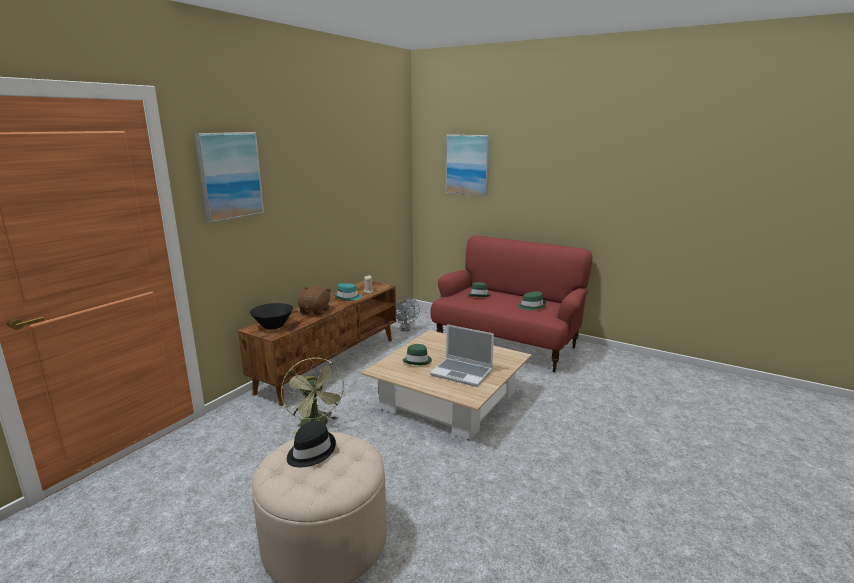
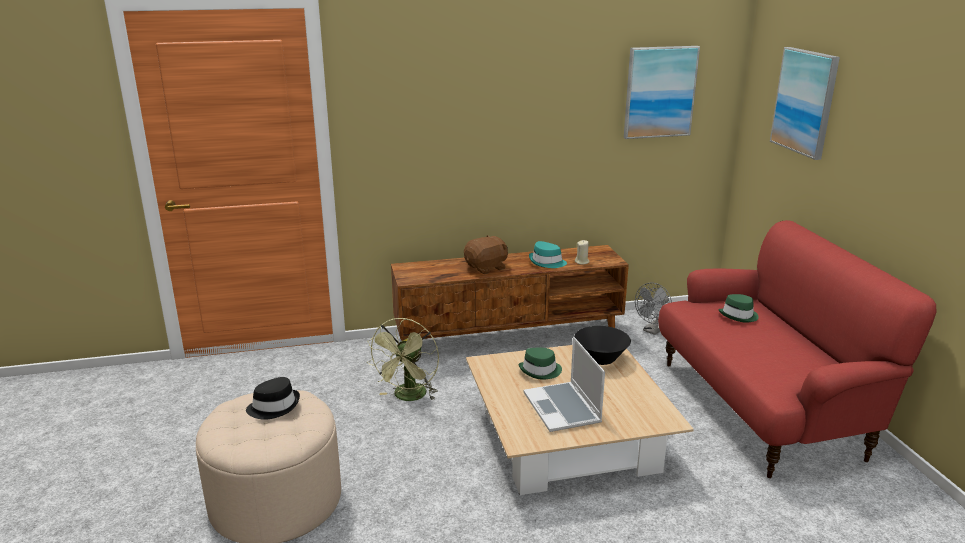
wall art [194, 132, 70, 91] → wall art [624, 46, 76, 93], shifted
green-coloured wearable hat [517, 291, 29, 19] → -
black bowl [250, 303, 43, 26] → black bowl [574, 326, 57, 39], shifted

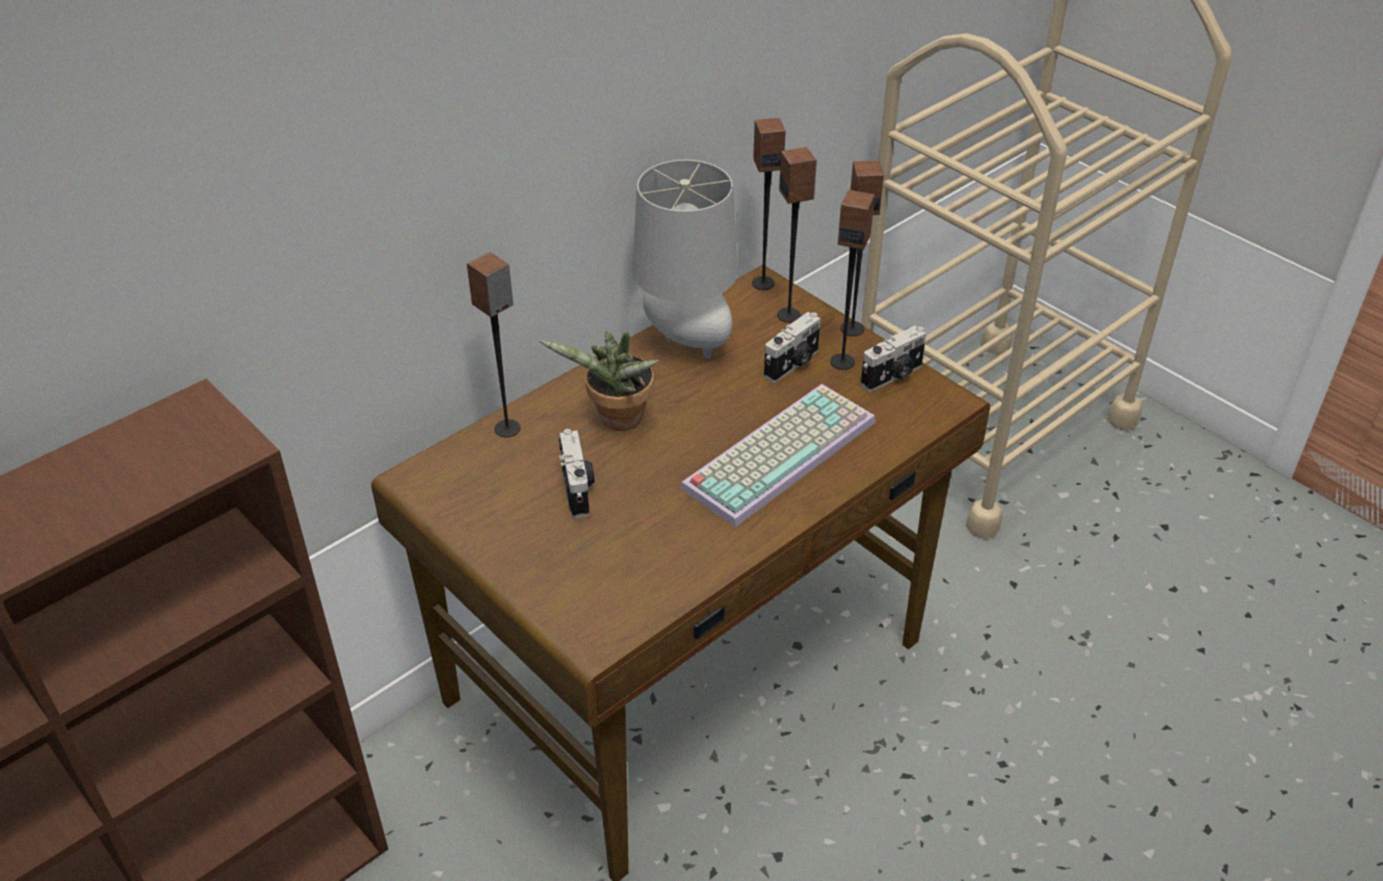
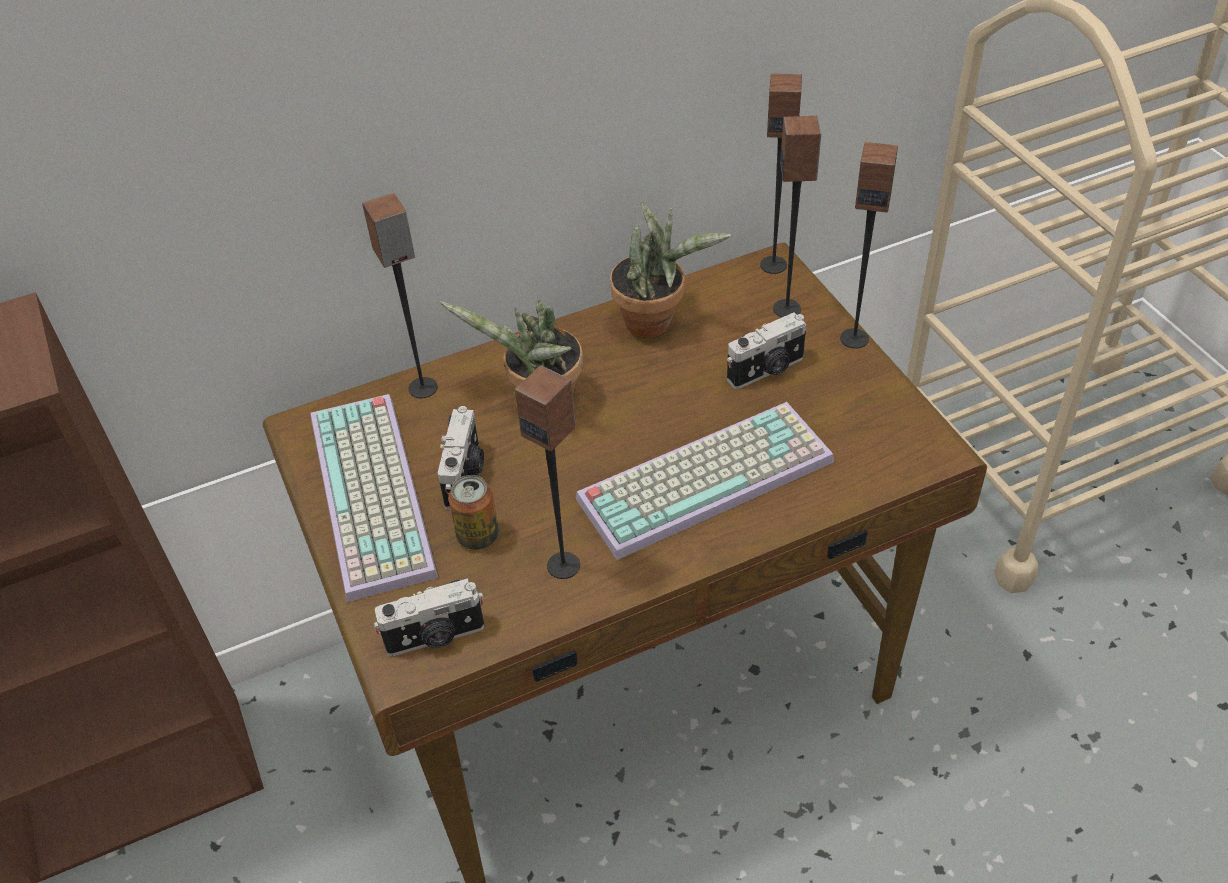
gray table lamp [632, 160, 106, 199] → plant in a pot [610, 201, 121, 137]
speaker [830, 190, 45, 180] → speaker [515, 365, 65, 214], shifted
photo camera [861, 326, 65, 66] → photo camera [374, 578, 111, 78], shifted
- → keyboard [311, 394, 127, 208]
- → can [448, 475, 51, 75]

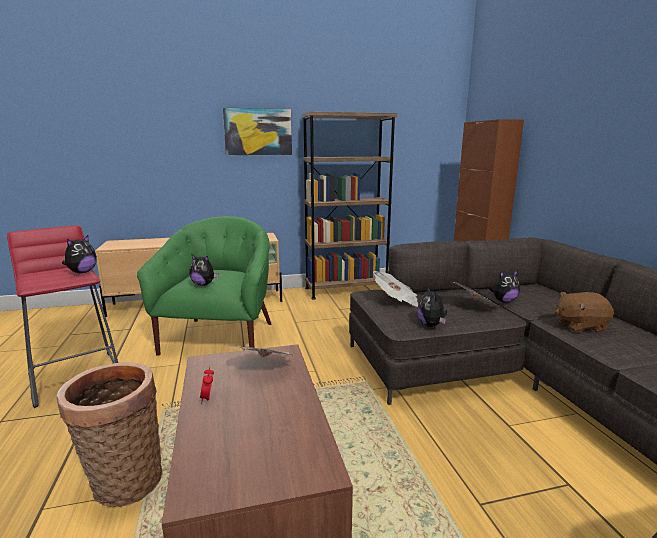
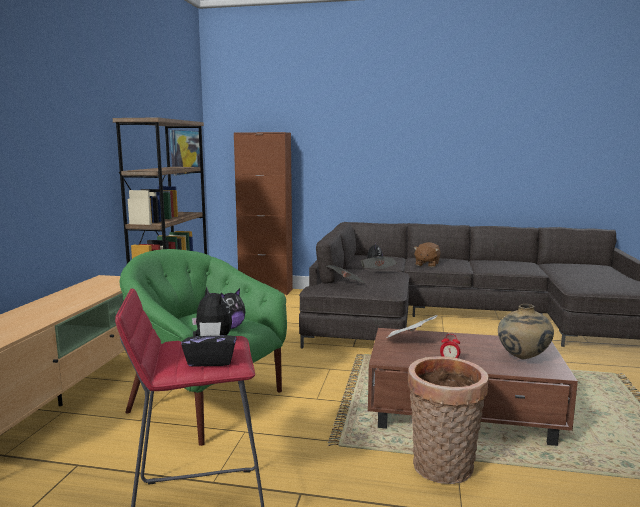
wall art [223, 108, 69, 47] → wall art [170, 130, 30, 46], shifted
cuddly toy [417, 286, 30, 41] → -
- → beige-coloured decorative vase [498, 304, 56, 55]
- → black tissue holder [181, 322, 56, 45]

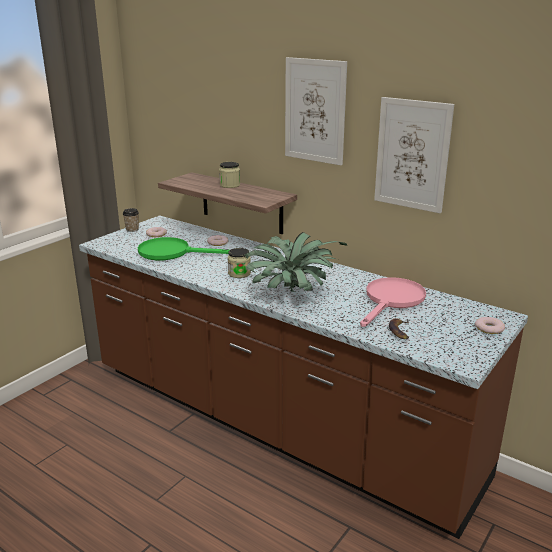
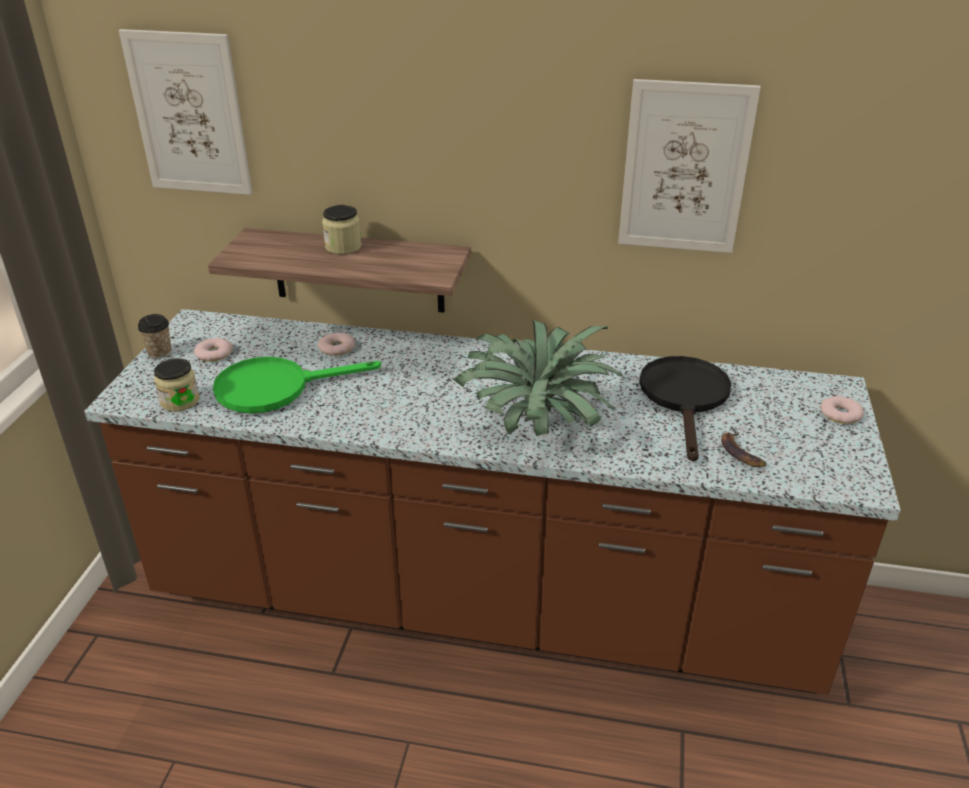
wall art [285, 57, 62, 108] → wall art [119, 29, 133, 166], shifted
preserve jar [228, 248, 23, 30] → preserve jar [154, 358, 46, 54], shifted
pinkish pan [360, 277, 66, 50] → black pan [639, 356, 92, 106]

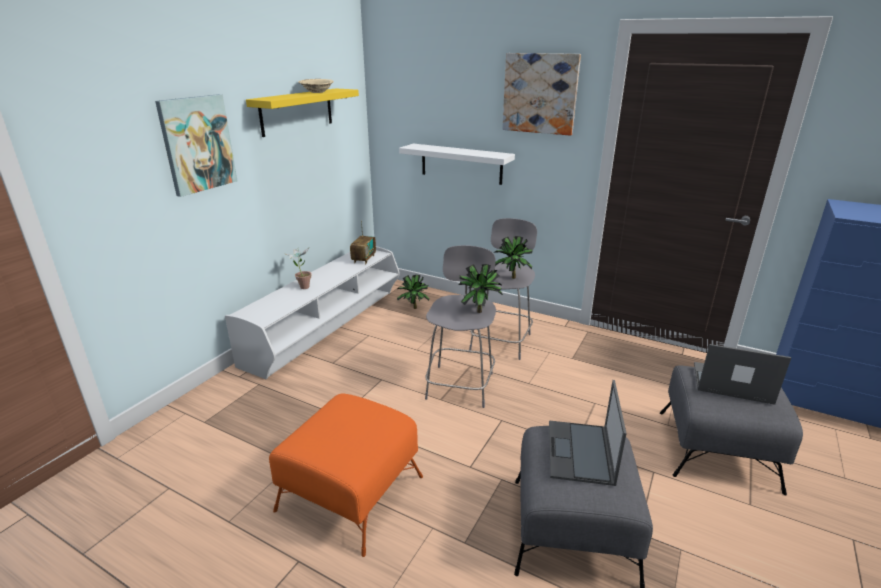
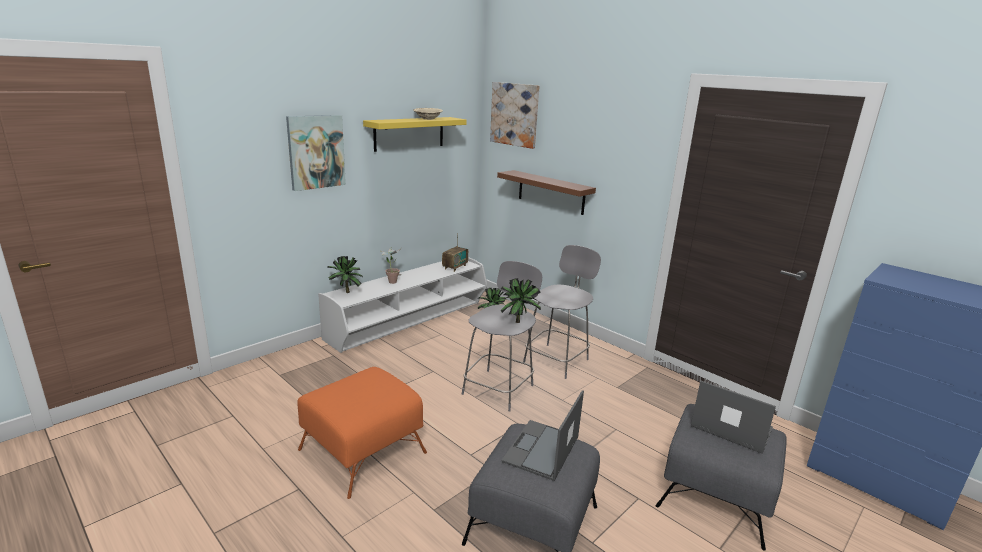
wall art [502, 53, 79, 83] → wall art [490, 82, 50, 67], shifted
white-coloured shelf [399, 144, 116, 41] → brownish shelf [497, 170, 99, 45]
plant in a pot [494, 236, 40, 43] → plant in a pot [327, 256, 36, 37], shifted

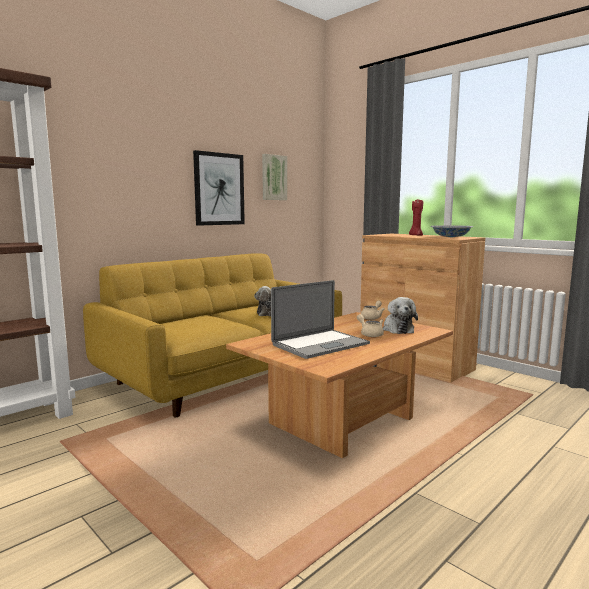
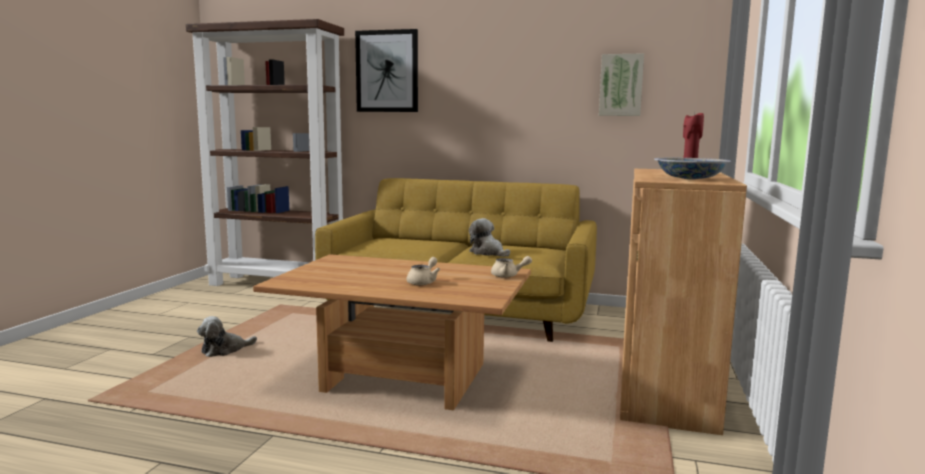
wall art [193, 150, 52, 76] → wall art [355, 29, 63, 83], shifted
portable computer [271, 280, 99, 79] → -
cuddly toy [383, 297, 35, 37] → cuddly toy [197, 316, 60, 41], shifted

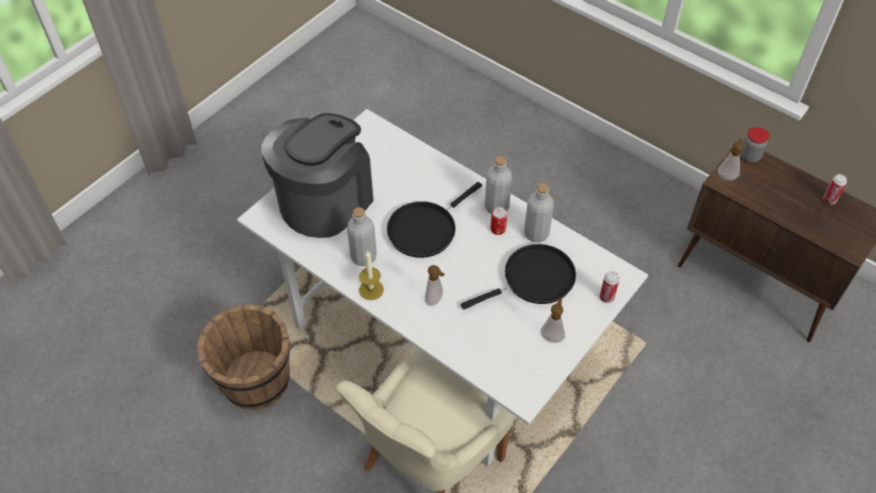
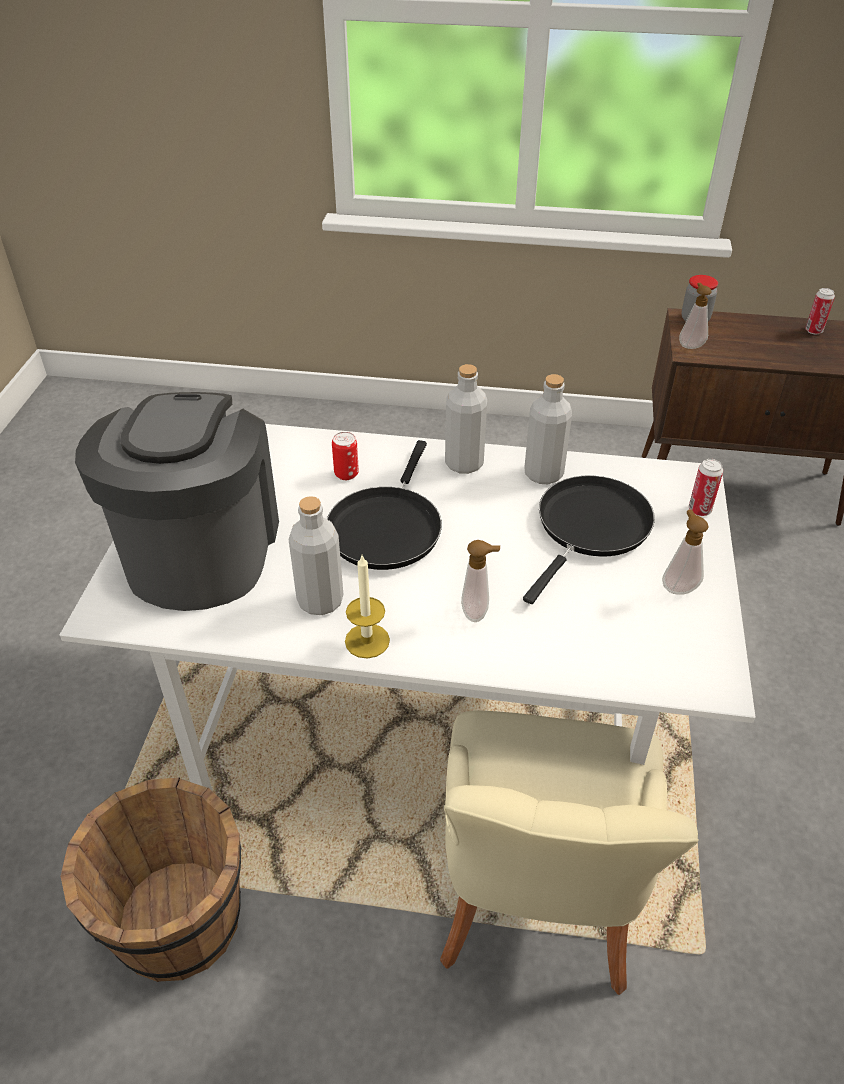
can [491, 207, 16, 28] → can [332, 432, 27, 48], shifted

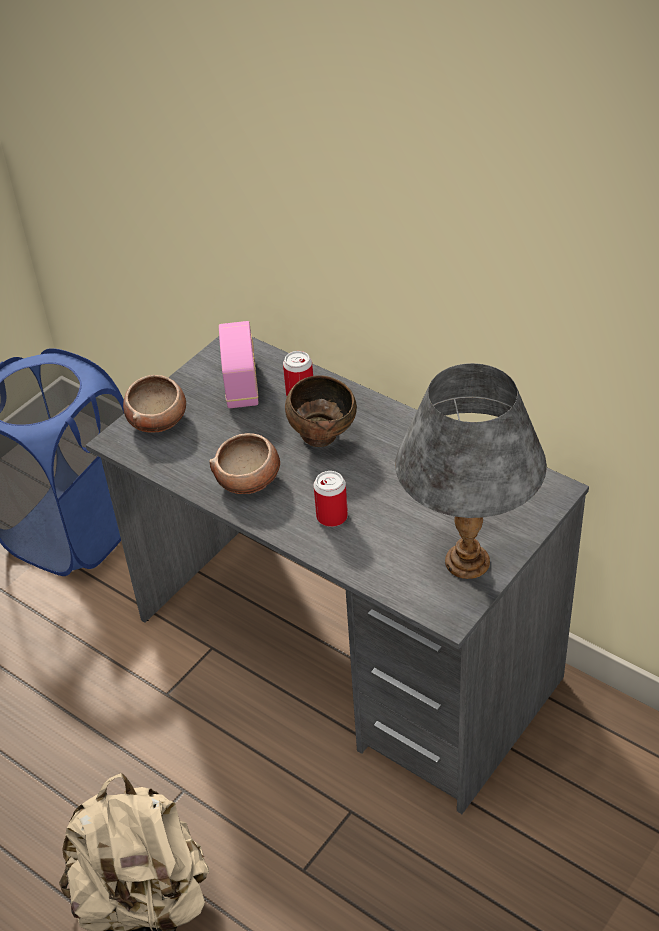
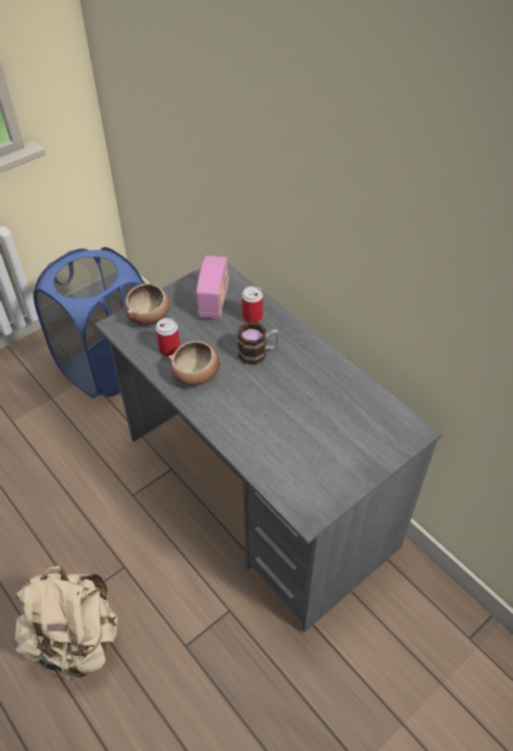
gray table lamp [395, 363, 152, 216] → -
brownish bowl [285, 375, 72, 72] → mug [238, 322, 41, 43]
can [314, 471, 34, 56] → can [156, 318, 24, 38], shifted

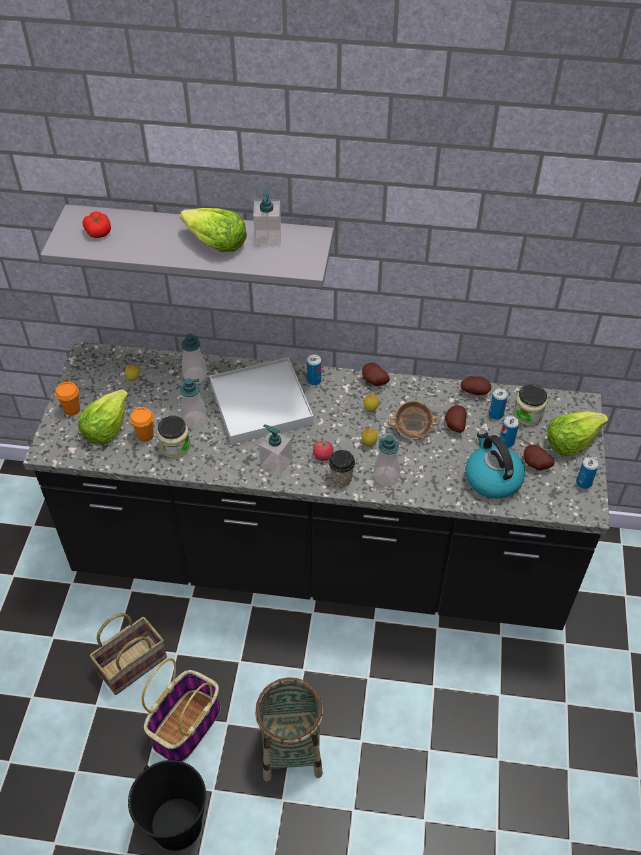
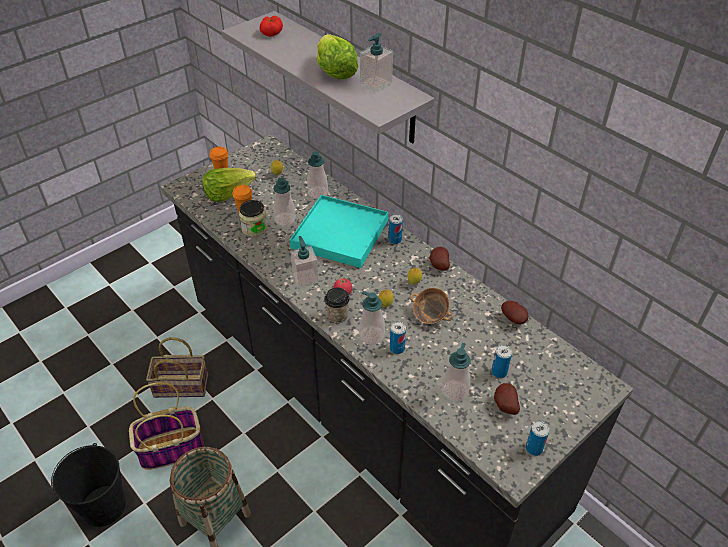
white-coloured tray [210, 357, 103, 88] → blue-green tray [290, 195, 98, 73]
preserve jar [513, 384, 34, 42] → -
can [489, 388, 19, 32] → can [390, 322, 16, 32], shifted
spud [445, 405, 22, 28] → -
lettuce [547, 411, 61, 45] → -
water kettle [465, 431, 60, 68] → soap dispenser [442, 343, 29, 59]

